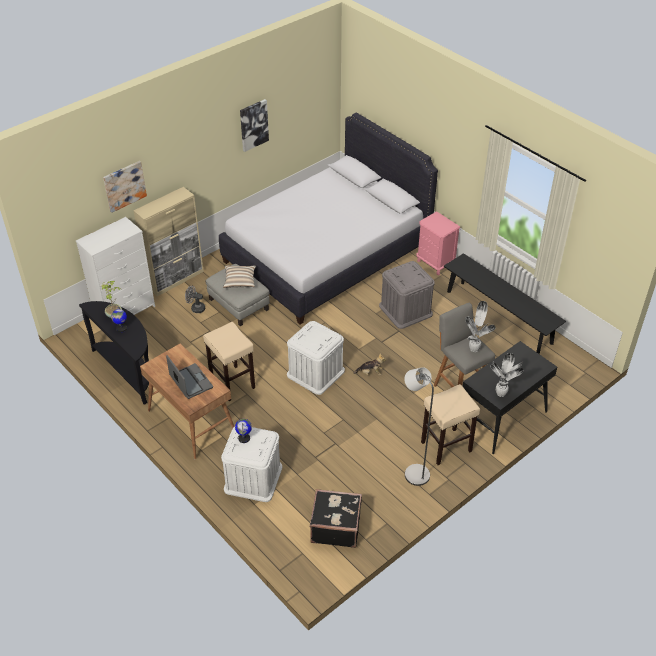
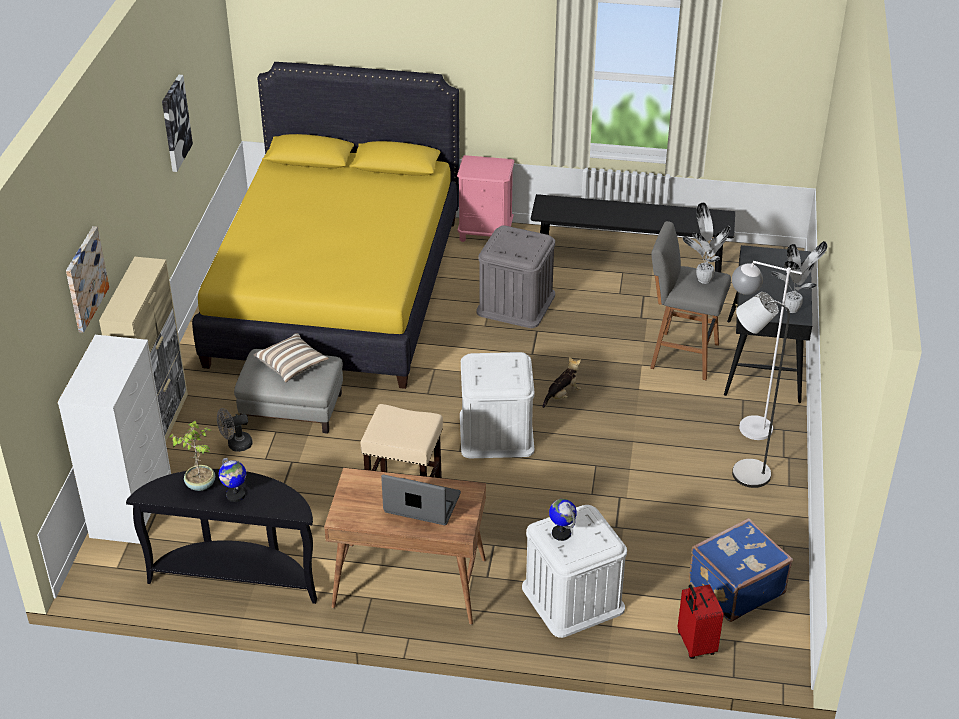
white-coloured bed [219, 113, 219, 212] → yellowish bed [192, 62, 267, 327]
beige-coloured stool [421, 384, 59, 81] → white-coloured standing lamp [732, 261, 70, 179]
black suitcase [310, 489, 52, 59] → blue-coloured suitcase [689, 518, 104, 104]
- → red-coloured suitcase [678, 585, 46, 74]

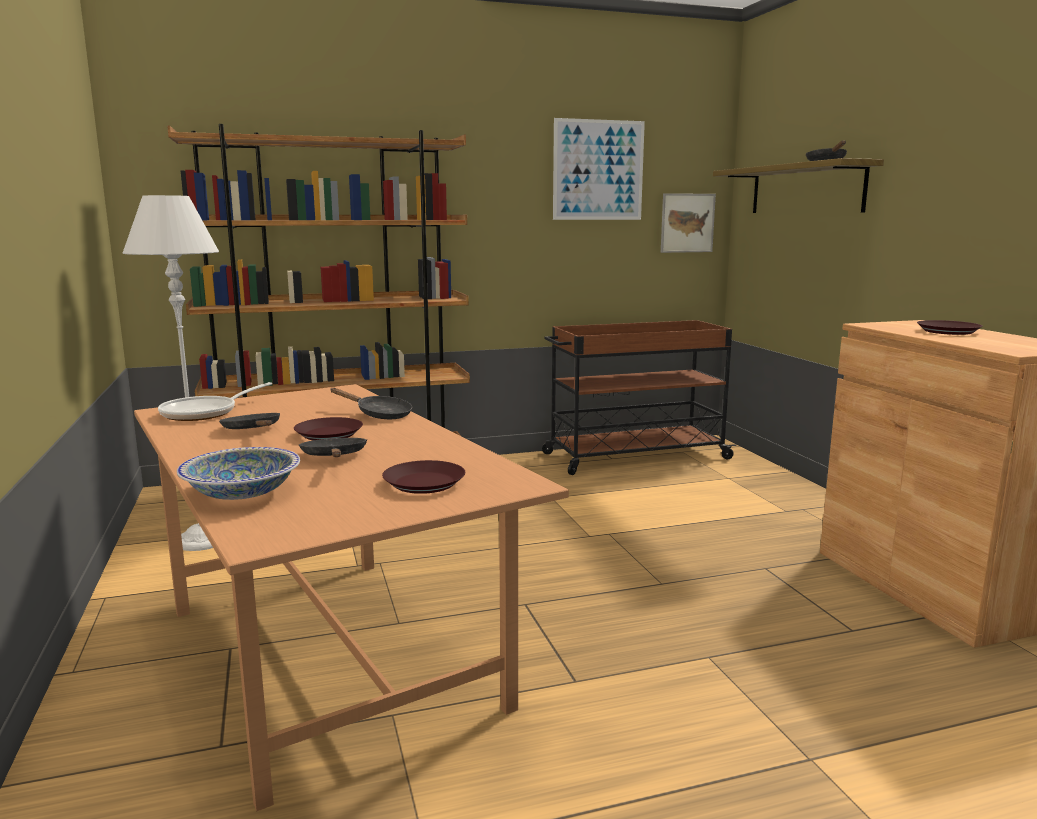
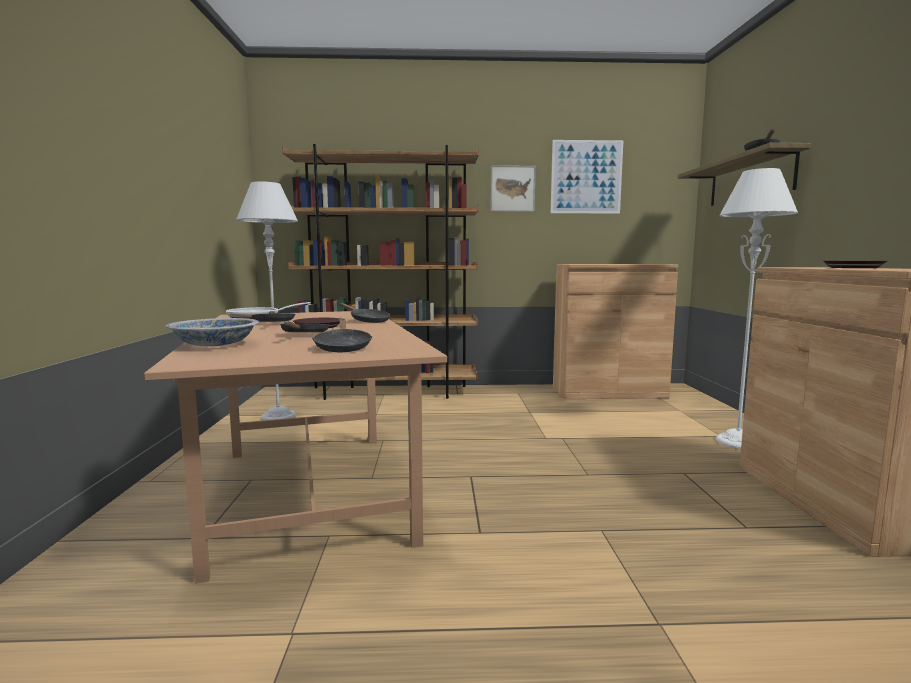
wall art [661, 193, 55, 60] → wall art [490, 165, 46, 47], shifted
brownish wheeled cart [542, 320, 194, 155] → brownish cupboard [553, 264, 125, 135]
brownish dinner plate [382, 460, 83, 34] → black pan [312, 318, 60, 34]
- → white-coloured standing lamp [716, 168, 82, 281]

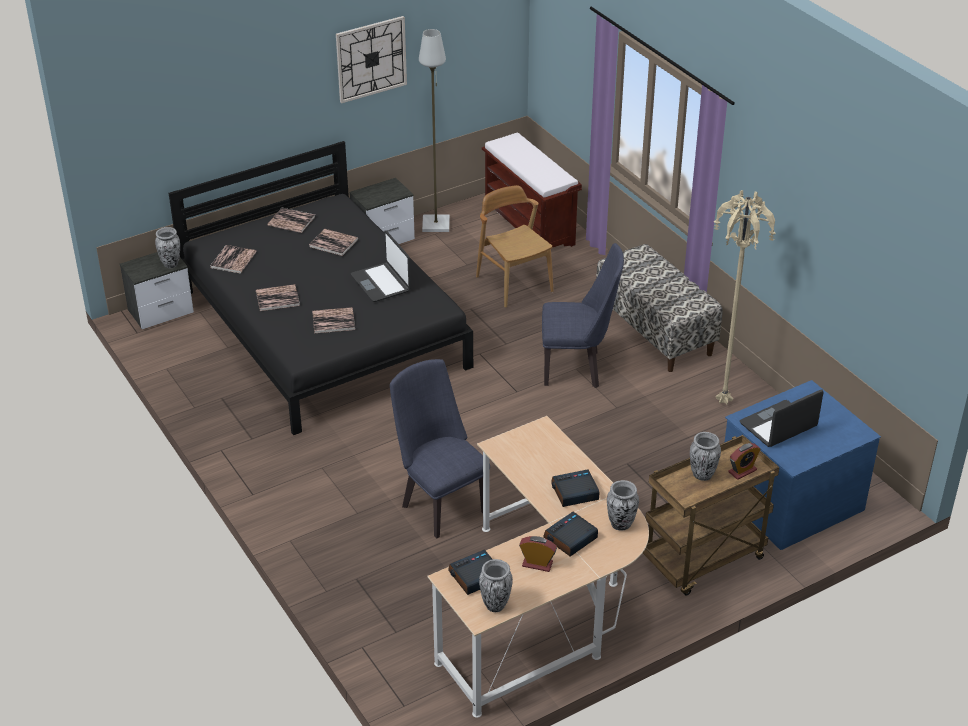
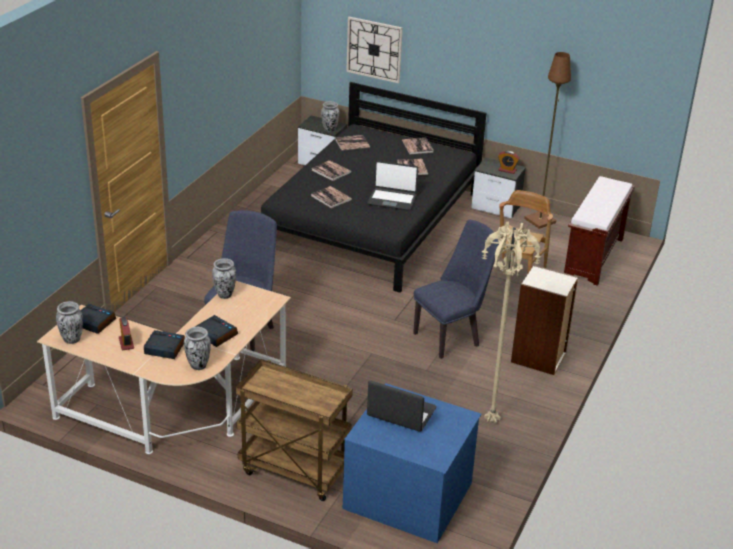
clock on the wall [336, 16, 71, 87] → clock on the wall [346, 17, 57, 66], shifted
gray standing lamp [419, 29, 31, 203] → brownish standing lamp [524, 52, 47, 177]
portable computer [351, 231, 60, 71] → portable computer [367, 160, 51, 51], 105 degrees counterclockwise
blue-coloured upright chair [542, 243, 82, 145] → blue-coloured upright chair [413, 220, 86, 139], 90 degrees counterclockwise
indoor bench [596, 244, 127, 128] → bookcase [511, 265, 67, 110]
decorative vase [690, 432, 31, 49] → decorative vase [212, 258, 24, 41], shifted
alarm clock [728, 443, 33, 37] → alarm clock [498, 151, 22, 23], shifted

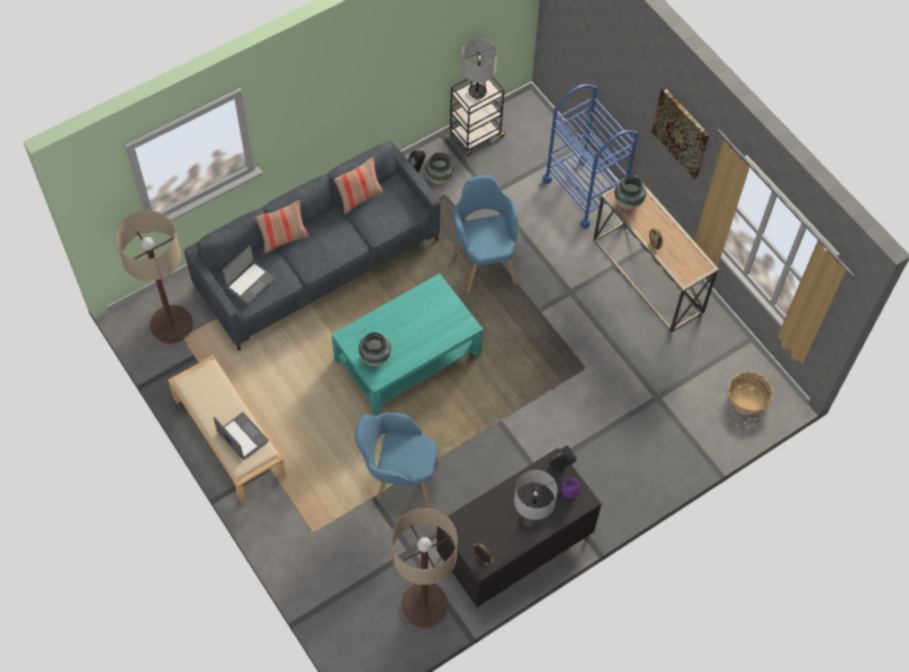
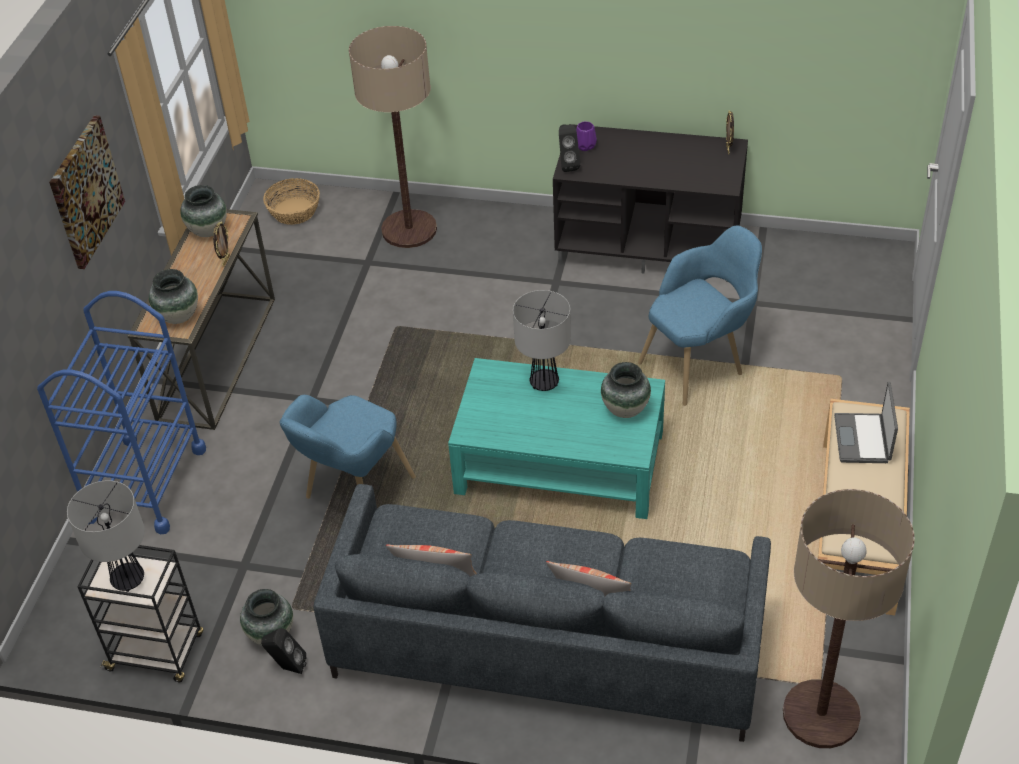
portable computer [222, 245, 54, 60] → -
blue-coloured lounge chair [355, 413, 85, 95] → blue-coloured lounge chair [638, 226, 124, 180], 90 degrees counterclockwise
table lamp [514, 470, 44, 57] → table lamp [513, 290, 58, 101], shifted
standing lamp [391, 508, 67, 120] → standing lamp [349, 26, 88, 222], shifted
- → decorative vase [180, 185, 47, 52]

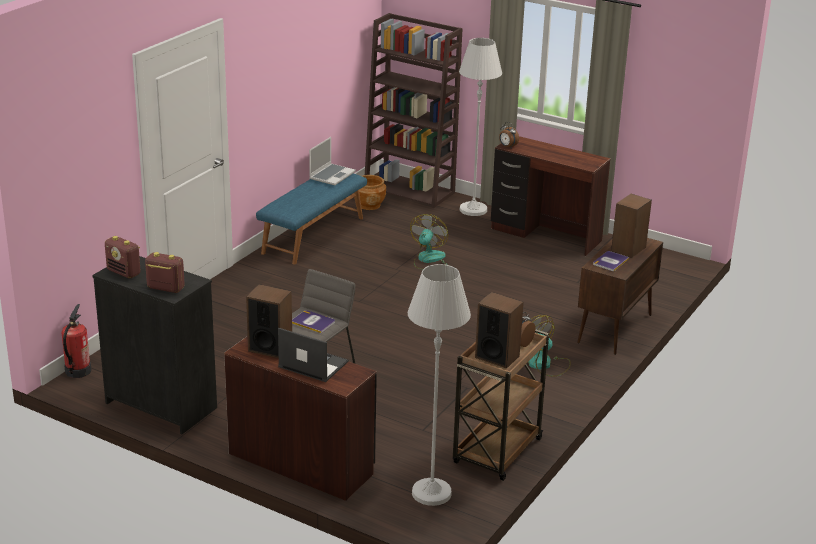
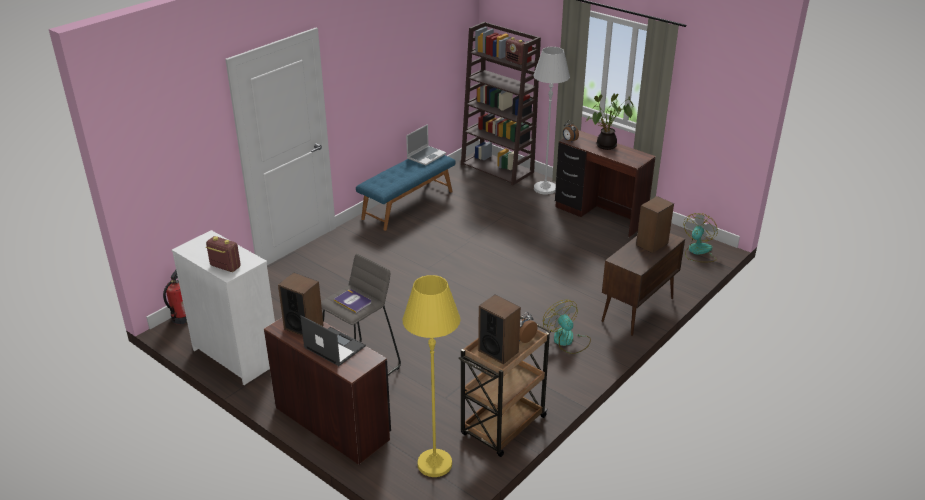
brownish flower pot [359, 175, 27, 35] → -
electric fan [410, 214, 38, 56] → electric fan [684, 213, 34, 49], shifted
radio [105, 236, 36, 42] → radio [505, 37, 21, 28], shifted
book [593, 251, 36, 21] → -
black chest of drawers [92, 256, 125, 178] → white-coloured chest of drawers [172, 230, 103, 155]
white-coloured standing lamp [408, 264, 63, 242] → yellowish standing lamp [402, 275, 58, 202]
- → plant in a pot [586, 93, 47, 57]

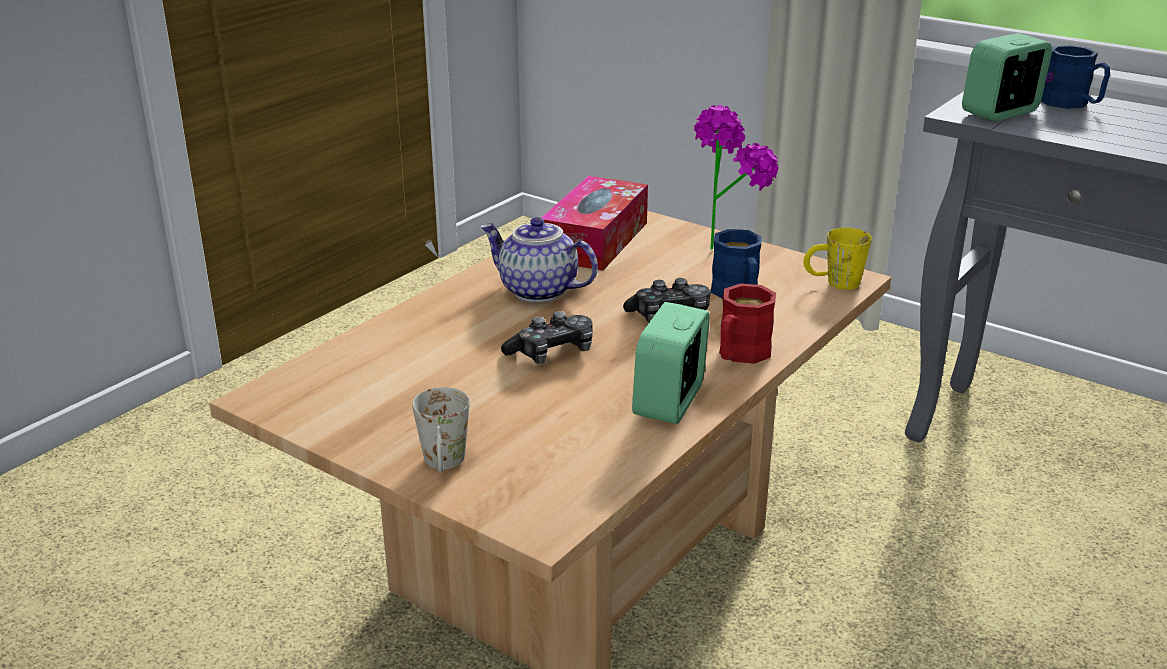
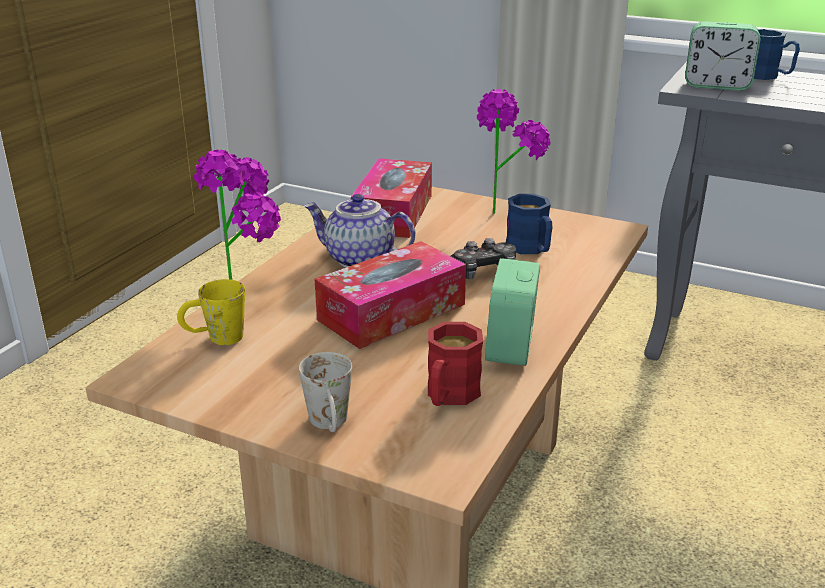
alarm clock [962, 33, 90, 88] → alarm clock [685, 21, 76, 69], 120 degrees counterclockwise
yellowish mug [803, 228, 69, 62] → yellowish mug [177, 279, 68, 66], shifted
red-coloured mug [719, 283, 57, 81] → red-coloured mug [428, 322, 55, 84], shifted
joypad [501, 311, 92, 53] → tissue holder [315, 241, 151, 108]
- → plant in a pot [194, 150, 87, 130]

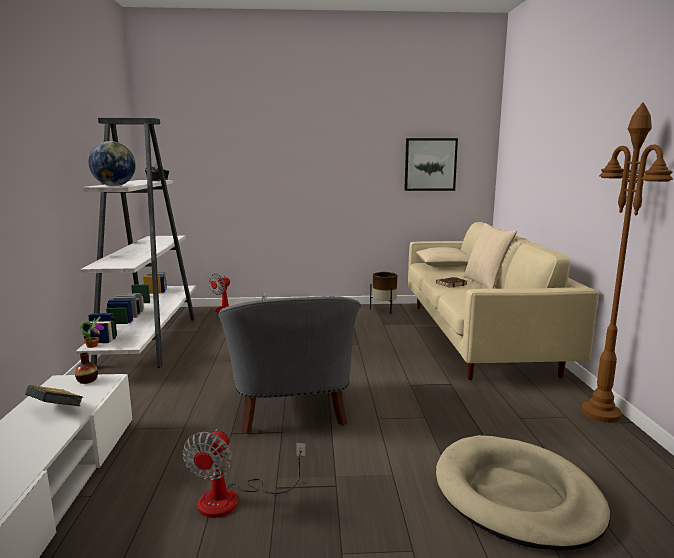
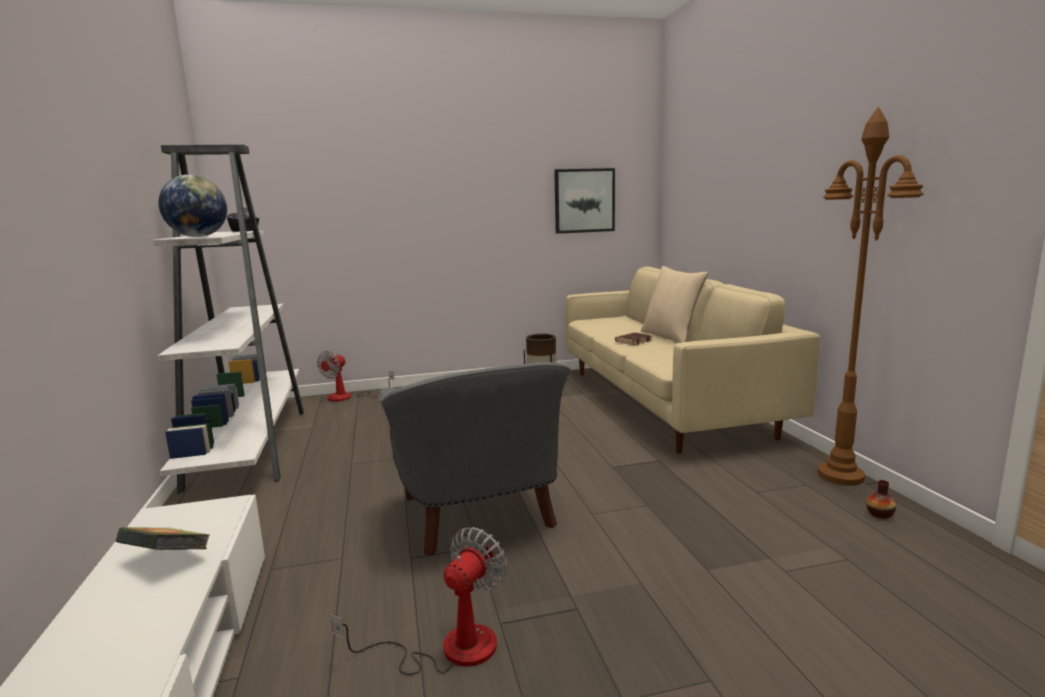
beige-coloured pillow [416, 247, 54, 20] → -
plant in a pot [80, 317, 24, 31] → -
decorative vase [75, 352, 23, 32] → decorative vase [866, 480, 30, 39], shifted
electric fan [183, 429, 123, 89] → electric fan [331, 527, 176, 148], 150 degrees counterclockwise
beige-coloured dog bed [436, 435, 175, 116] → -

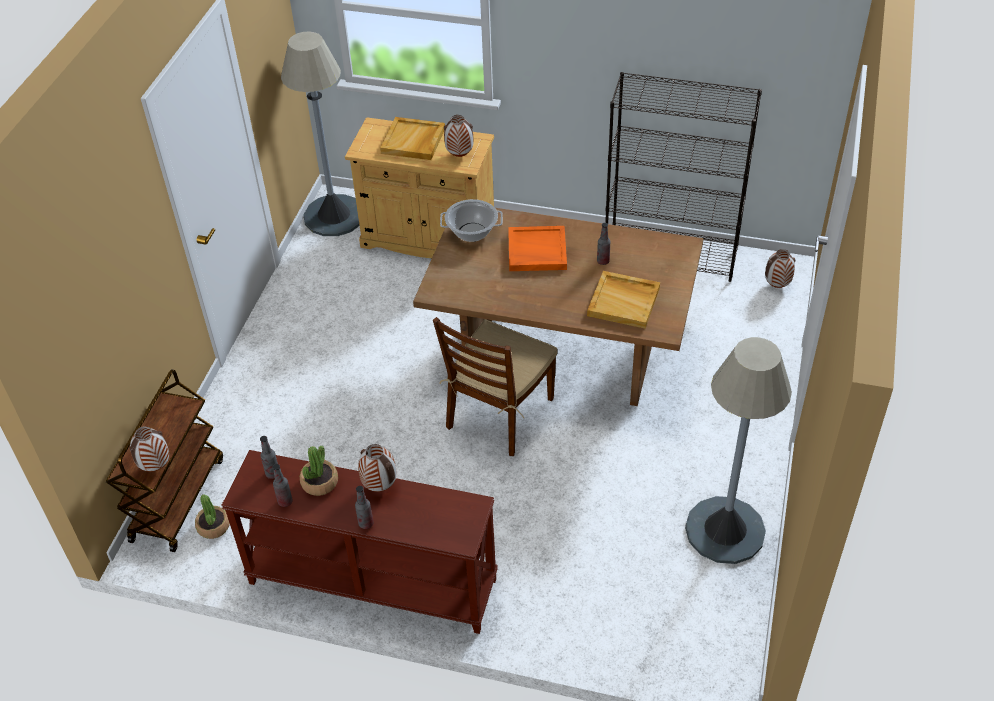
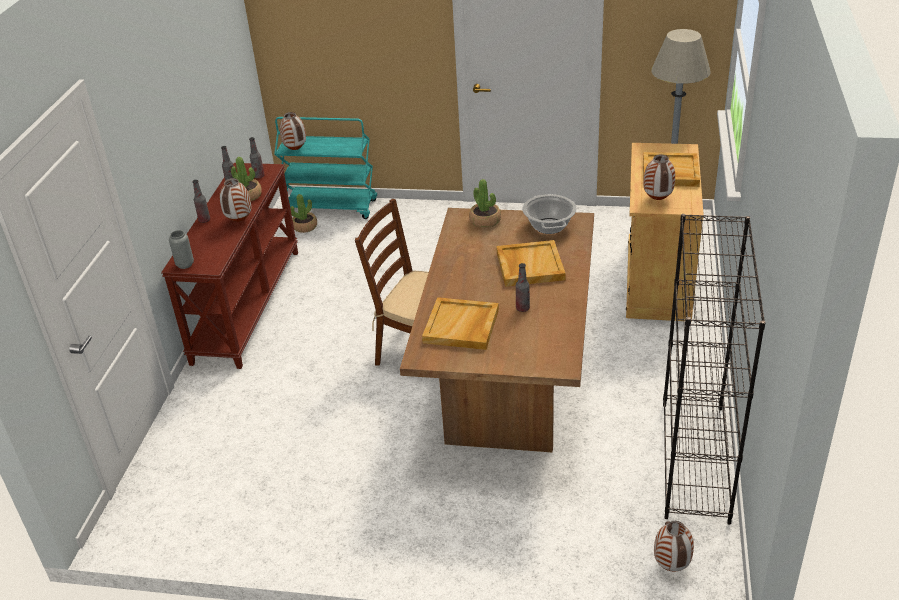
orange tray [508, 226, 59, 45] → beige-coloured tray [496, 240, 70, 47]
gray standing lamp [685, 337, 107, 227] → -
brownish wheeled cart [106, 370, 117, 182] → blue-green wheeled cart [274, 117, 103, 102]
- → plant in a pot [470, 179, 31, 49]
- → gray decorative vase [169, 230, 25, 39]

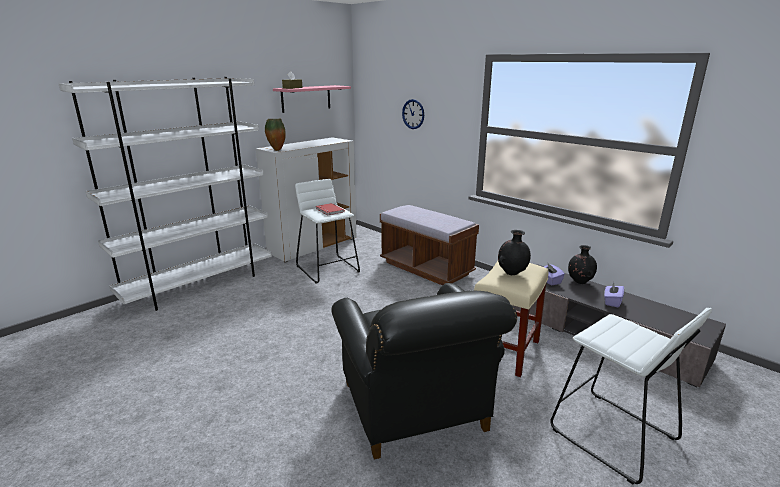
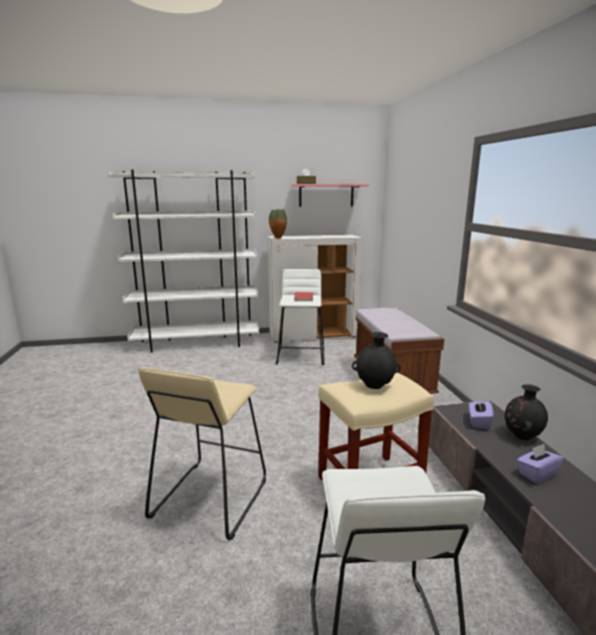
clock on the wall [402, 99, 22, 30] → -
black lounge chair [331, 283, 186, 177] → beige-coloured stool [138, 367, 128, 173]

